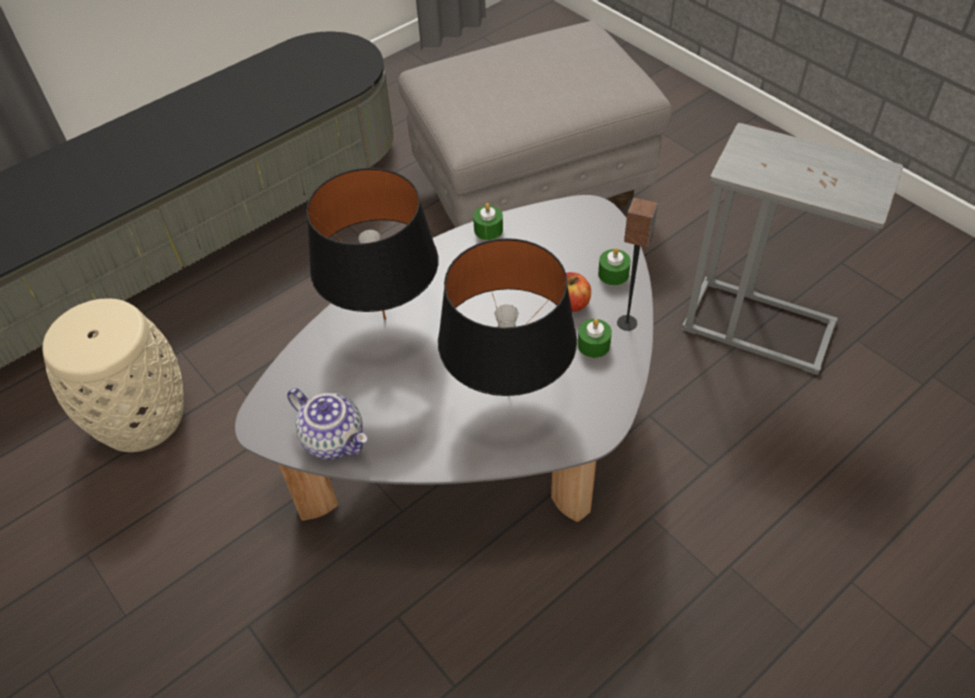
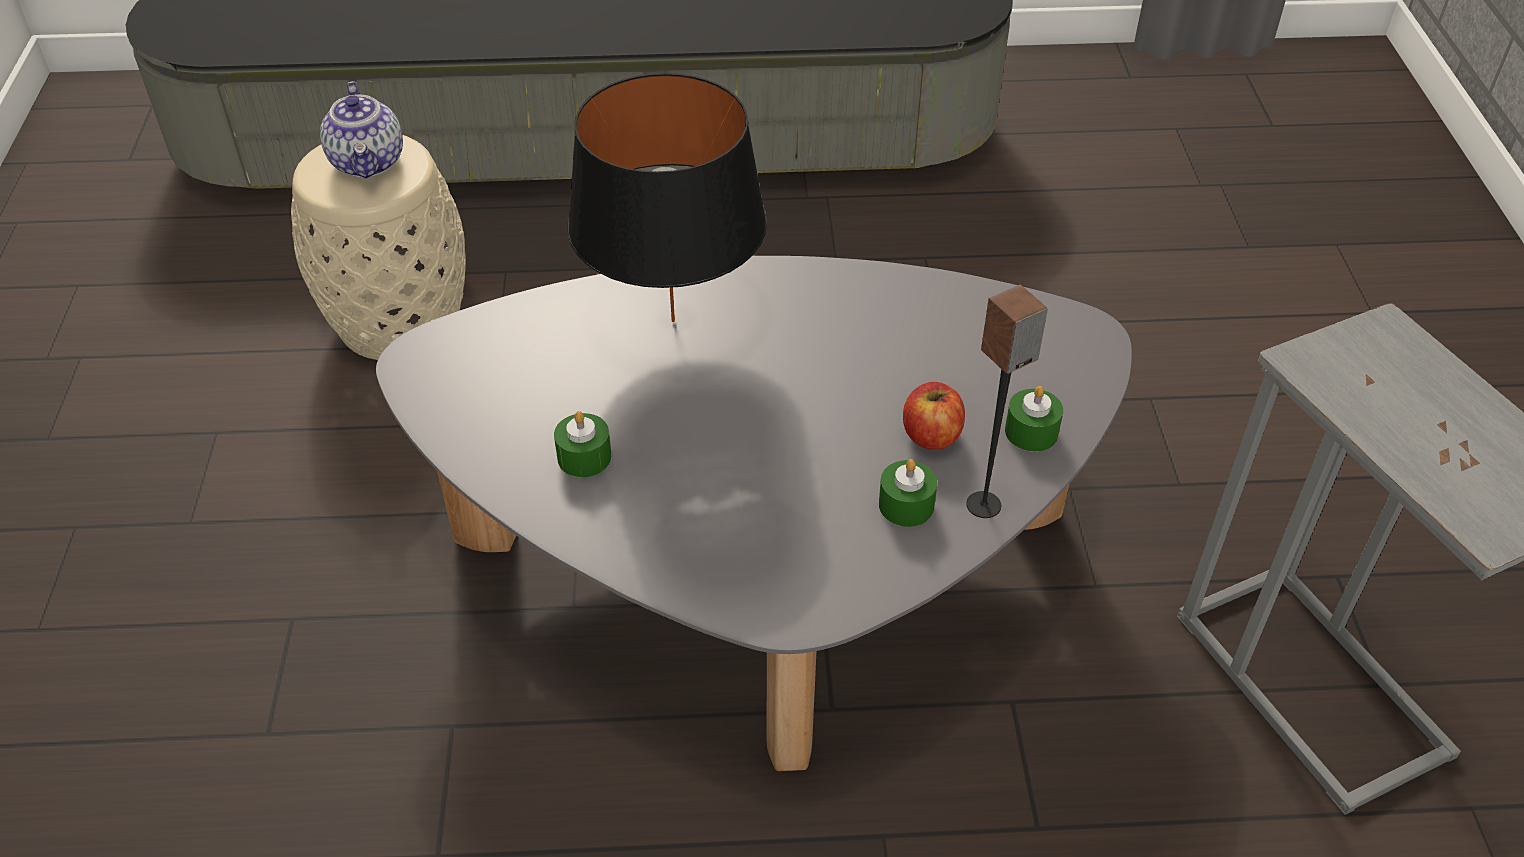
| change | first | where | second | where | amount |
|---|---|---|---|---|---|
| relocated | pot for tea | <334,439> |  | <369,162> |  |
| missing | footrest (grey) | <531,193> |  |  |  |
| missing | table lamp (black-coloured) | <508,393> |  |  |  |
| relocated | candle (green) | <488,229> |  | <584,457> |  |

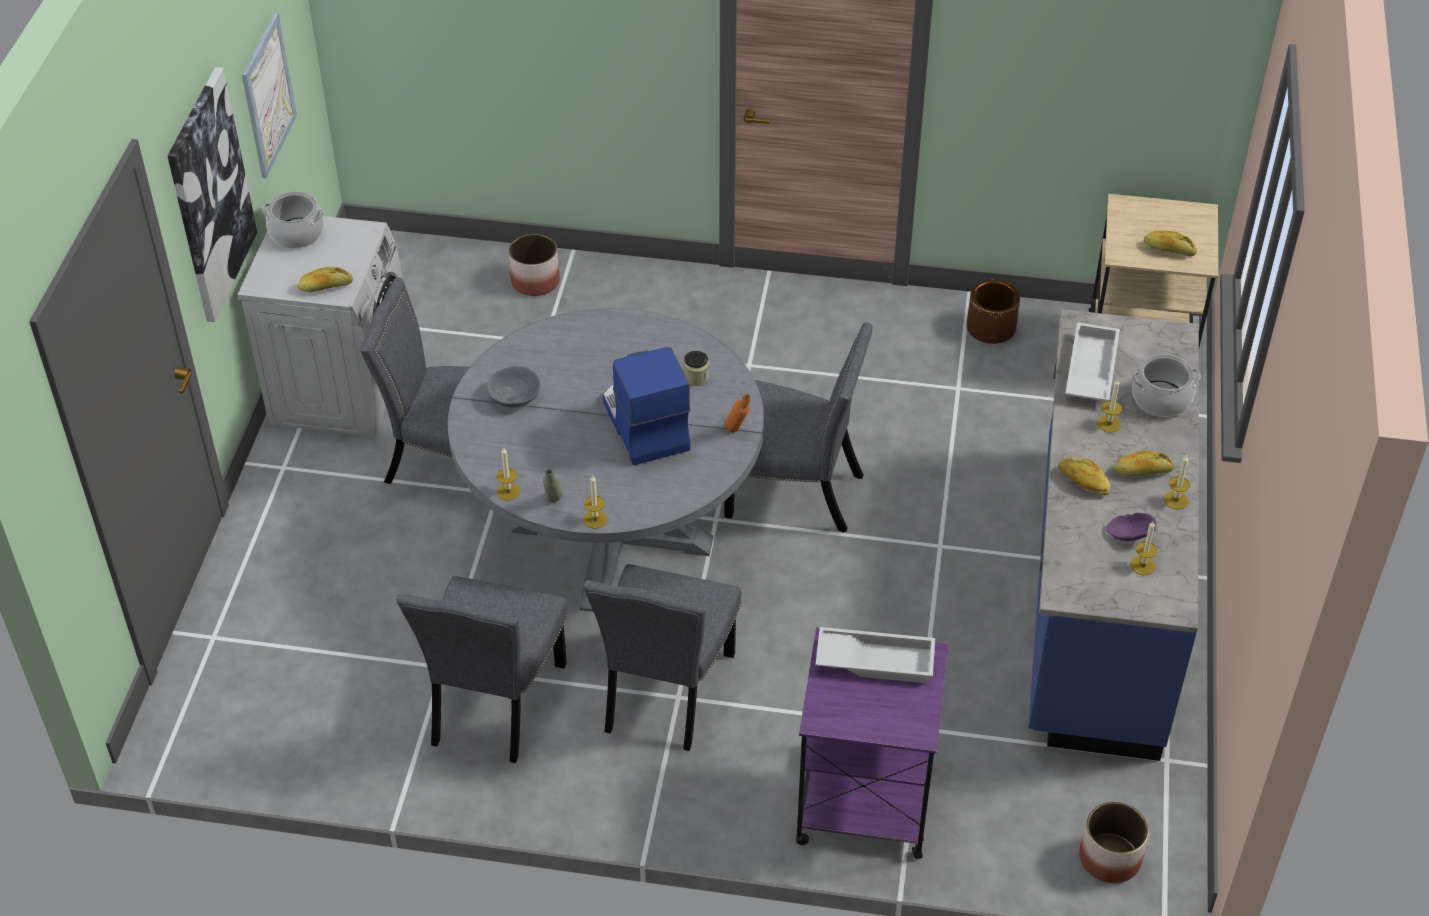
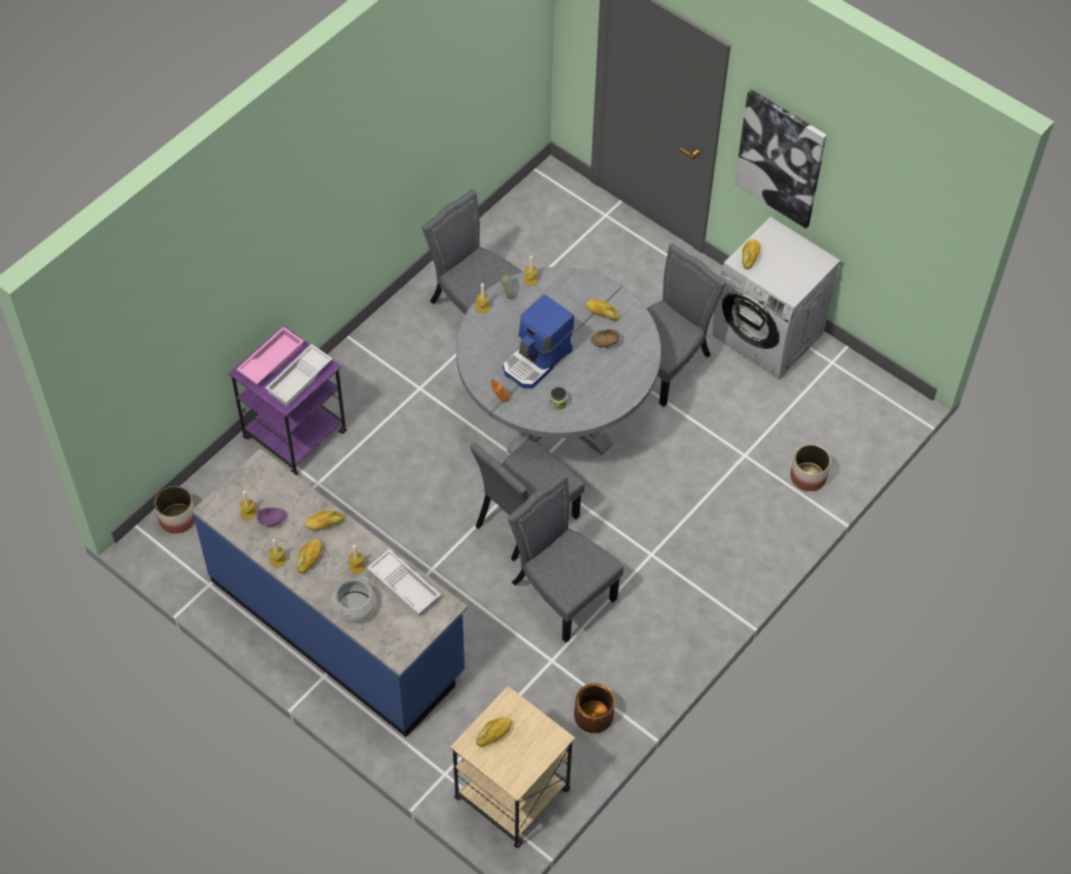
| change | first | where | second | where | amount |
|---|---|---|---|---|---|
| missing | picture | <268,95> |  |  |  |
| missing | stockpot | <297,233> |  |  |  |
| exchanged | serving bowl (grey) | <515,397> | bread | <602,313> |  |
| relocated | plain chair (grey) | <666,688> |  | <563,594> |  |
| spun | coffee brewer | <644,425> |  | <537,360> | 120 degrees clockwise |
| appeared |  |  | serving tray (pink-coloured) | <271,359> |  |
| appeared |  |  | serving bowl (brown-coloured) | <604,342> |  |

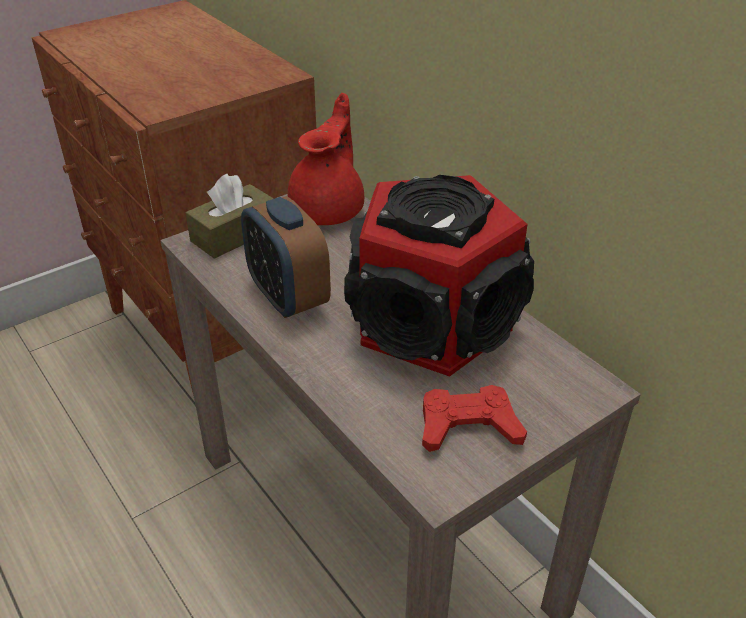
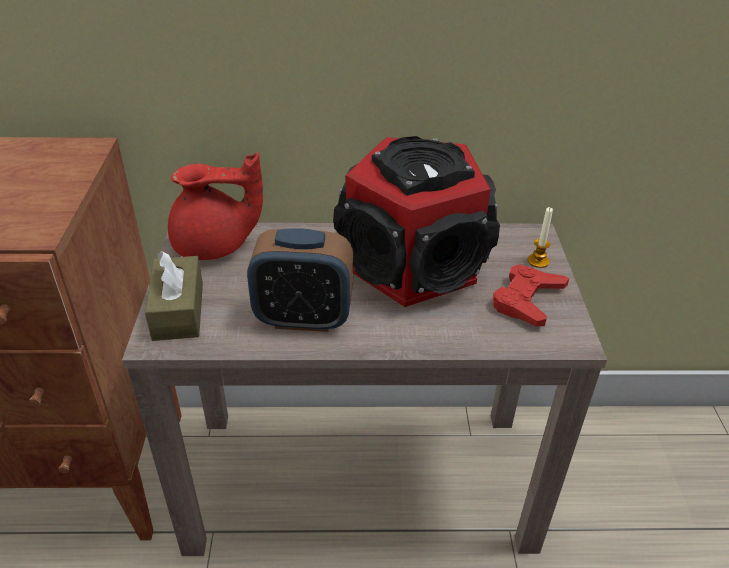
| change | first | where | second | where | amount |
|---|---|---|---|---|---|
| spun | pot for tea (reddish) | <329,210> |  | <215,246> | 120 degrees clockwise |
| appeared |  |  | candle | <538,261> |  |

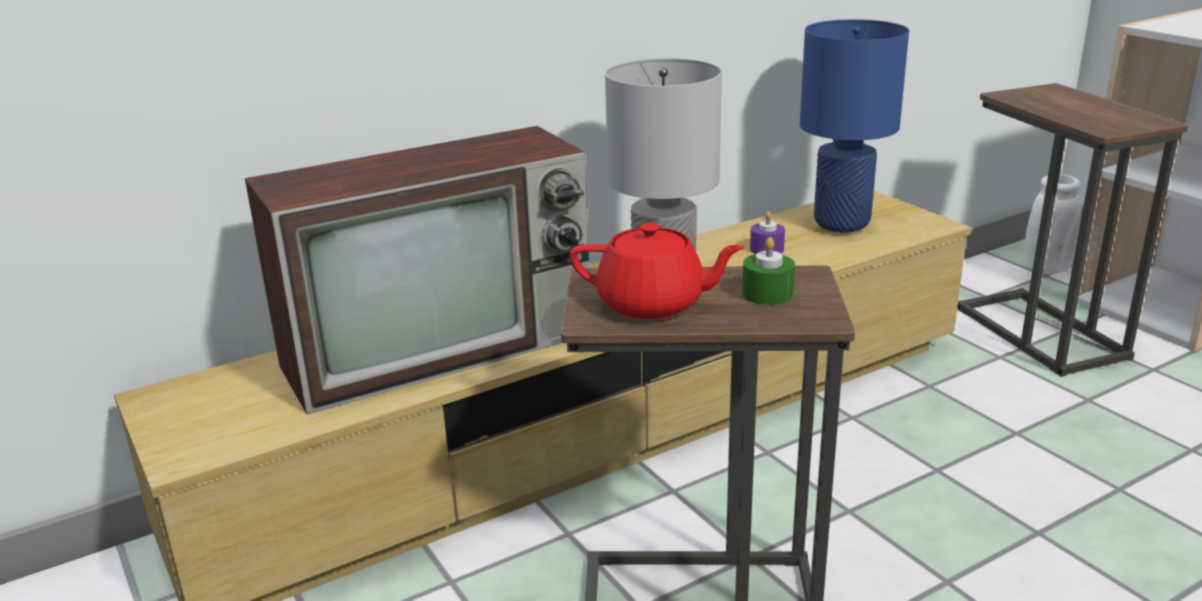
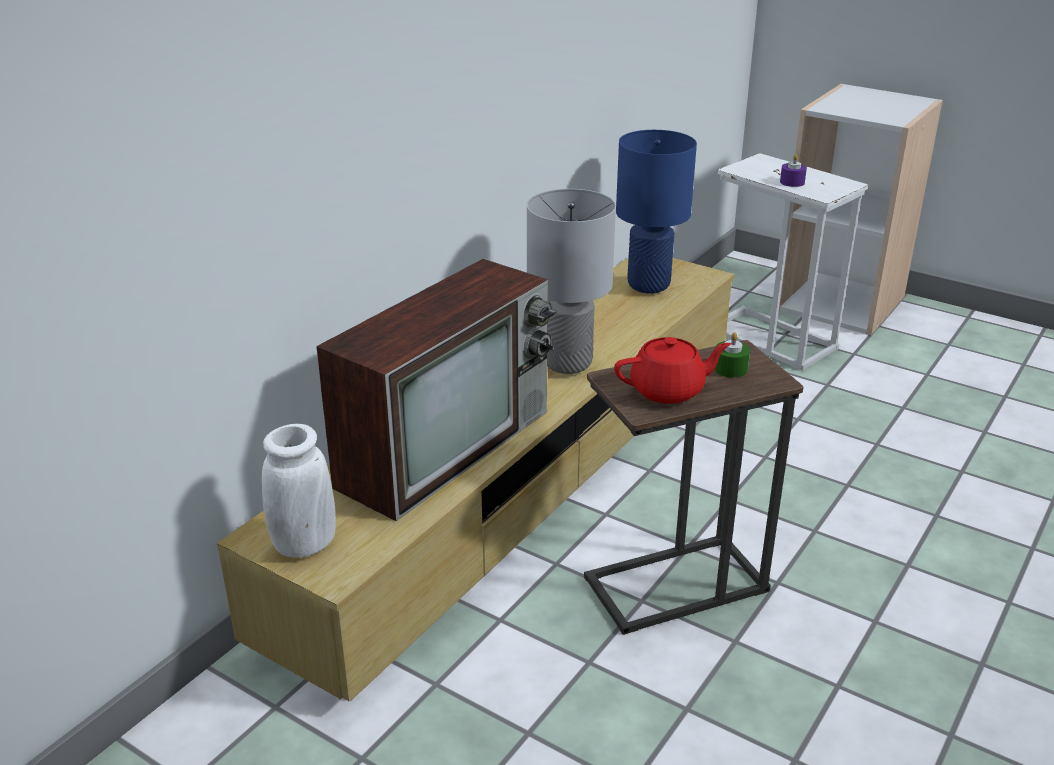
| change | first | where | second | where | amount |
|---|---|---|---|---|---|
| relocated | candle (purple-coloured) | <766,249> |  | <792,182> |  |
| colour | accent table (brown-coloured) | <1042,333> | accent table (white) | <772,339> |  |
| relocated | decorative vase (white) | <1046,269> |  | <304,544> |  |

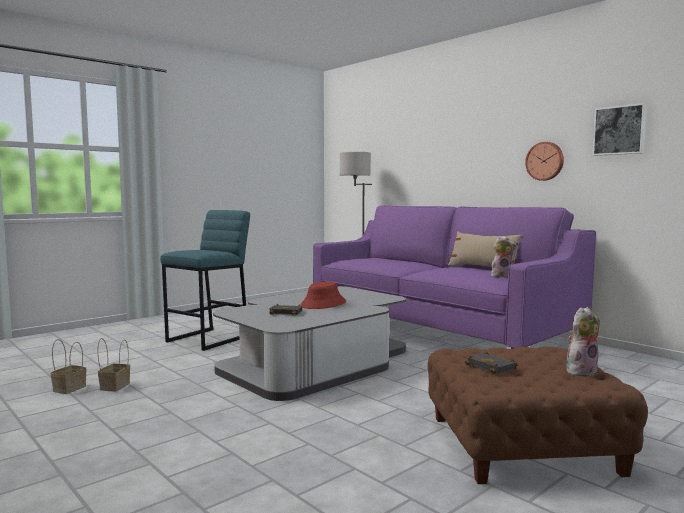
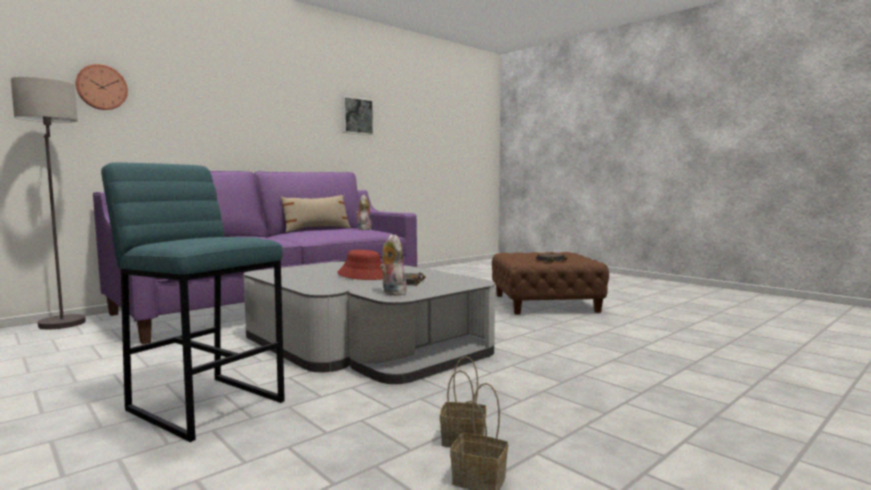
| change | first | where | second | where | amount |
|---|---|---|---|---|---|
| relocated | hanging clock | <545,161> |  | <101,87> |  |
| relocated | plush toy | <580,371> |  | <392,293> |  |

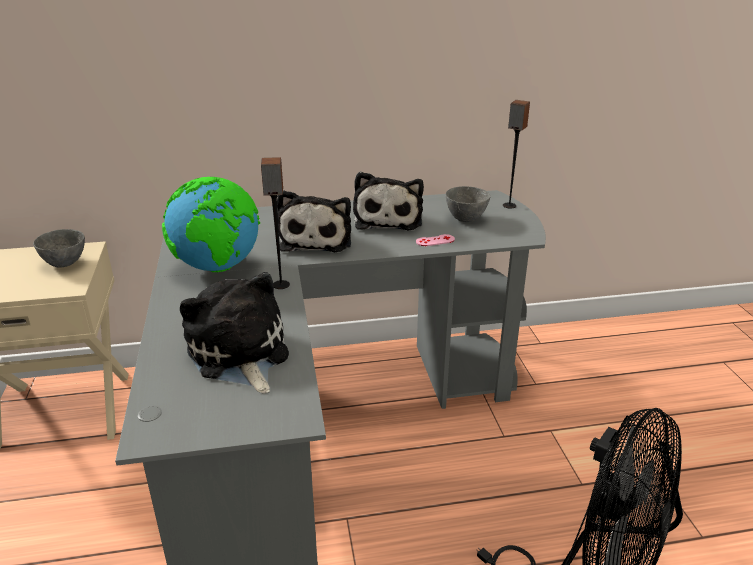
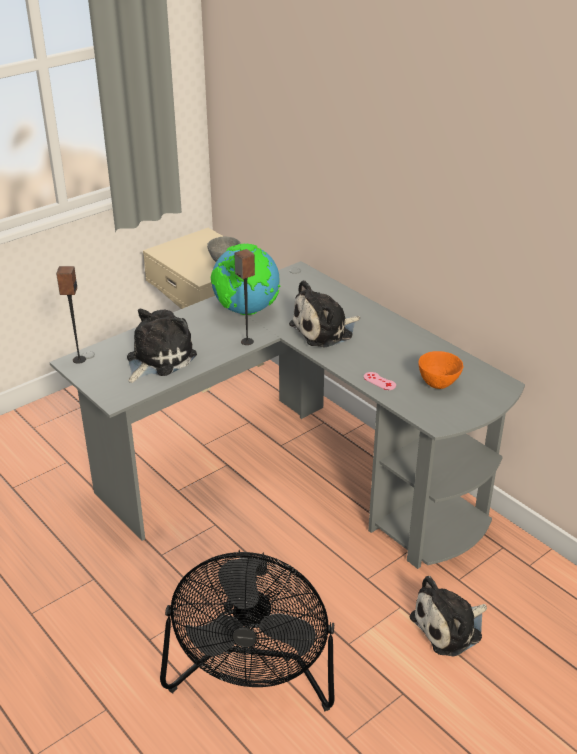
| change | first | where | second | where | amount |
|---|---|---|---|---|---|
| relocated | plush toy | <388,219> |  | <450,627> |  |
| colour | serving bowl (grey) | <465,219> | serving bowl (orange) | <438,384> |  |
| relocated | audio speaker | <509,206> |  | <79,359> |  |

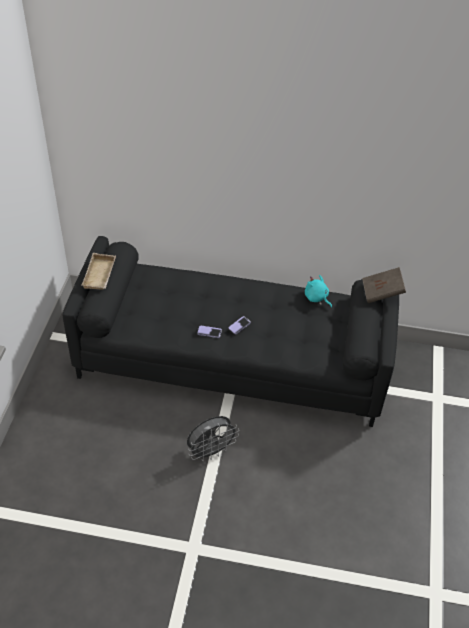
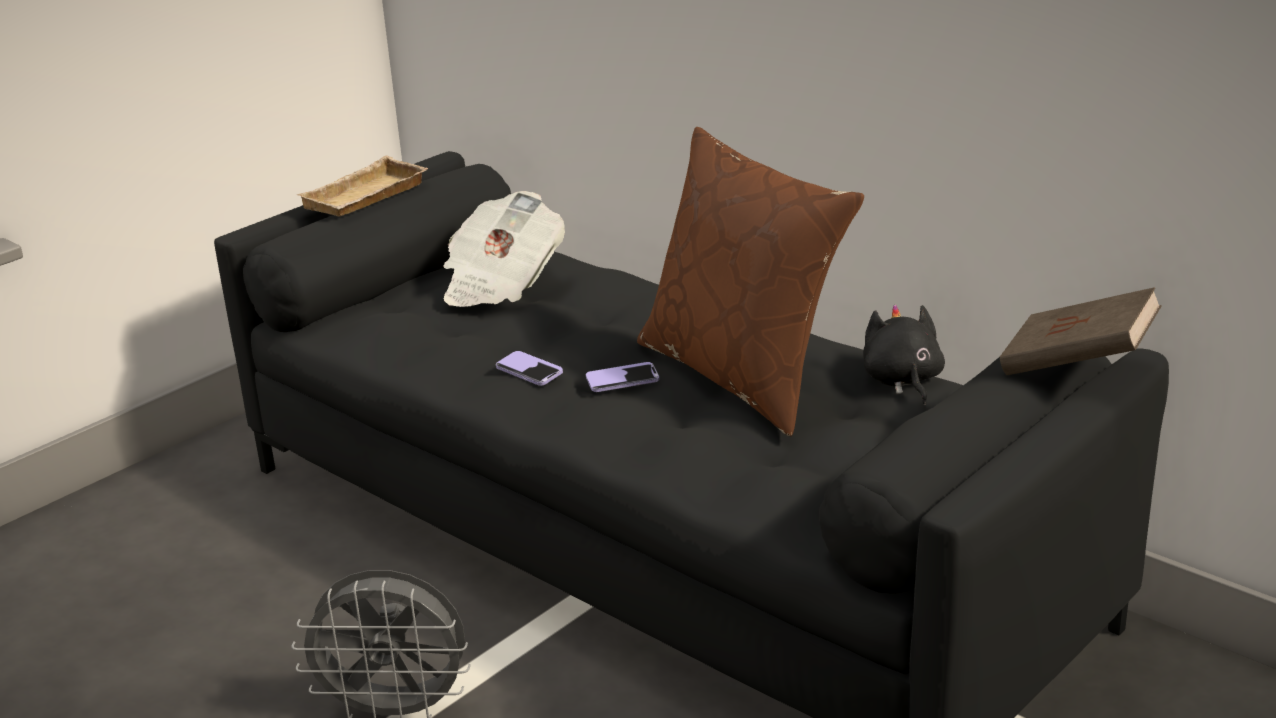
| change | first | where | second | where | amount |
|---|---|---|---|---|---|
| colour | plush toy (turquoise-coloured) | <317,298> | plush toy (black-coloured) | <902,381> |  |
| appeared |  |  | daily paper | <501,283> |  |
| appeared |  |  | pillow (brown-coloured) | <743,375> |  |

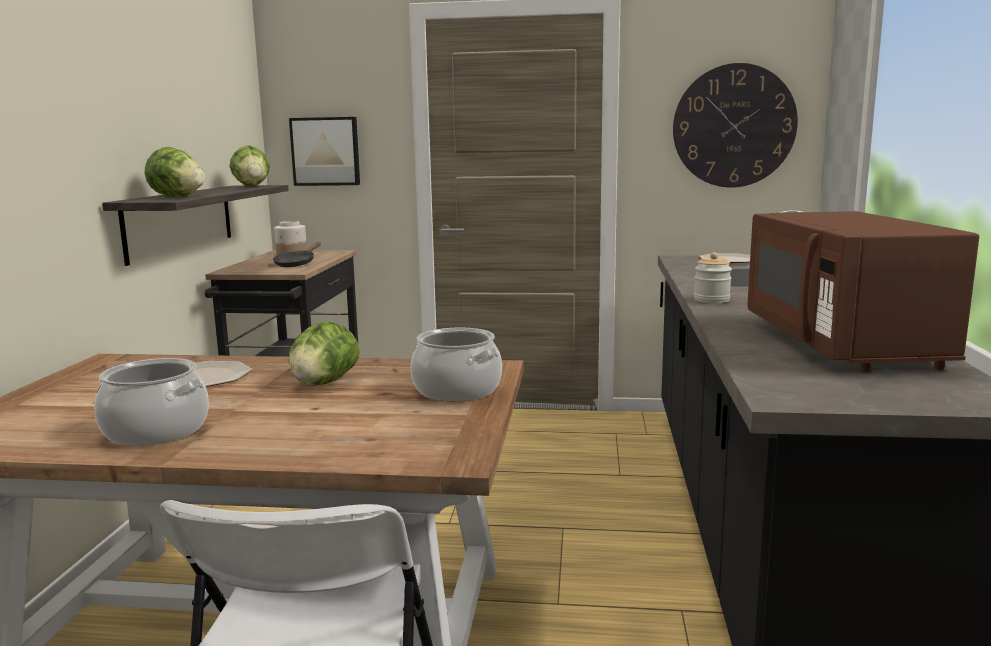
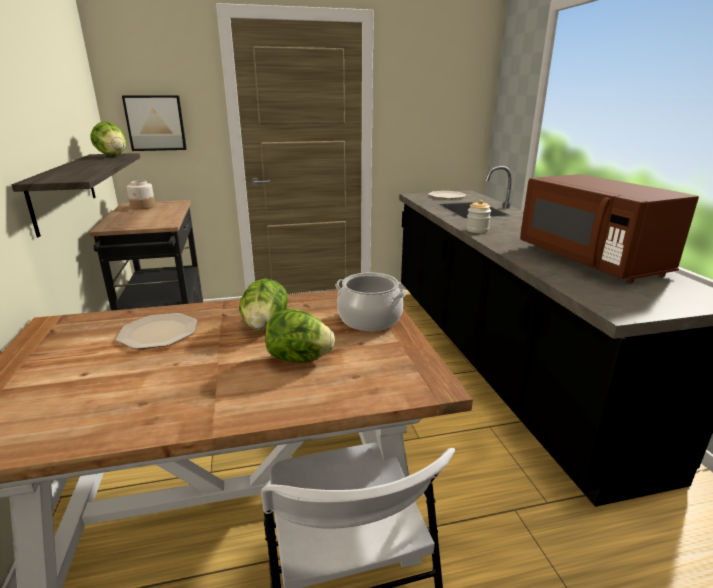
| change | first | where | second | where | amount |
|---|---|---|---|---|---|
| missing | stockpot | <157,430> |  |  |  |
| relocated | head of lettuce | <177,197> |  | <299,359> |  |
| missing | pan (black-coloured) | <297,264> |  |  |  |
| missing | hanging clock | <734,126> |  |  |  |

